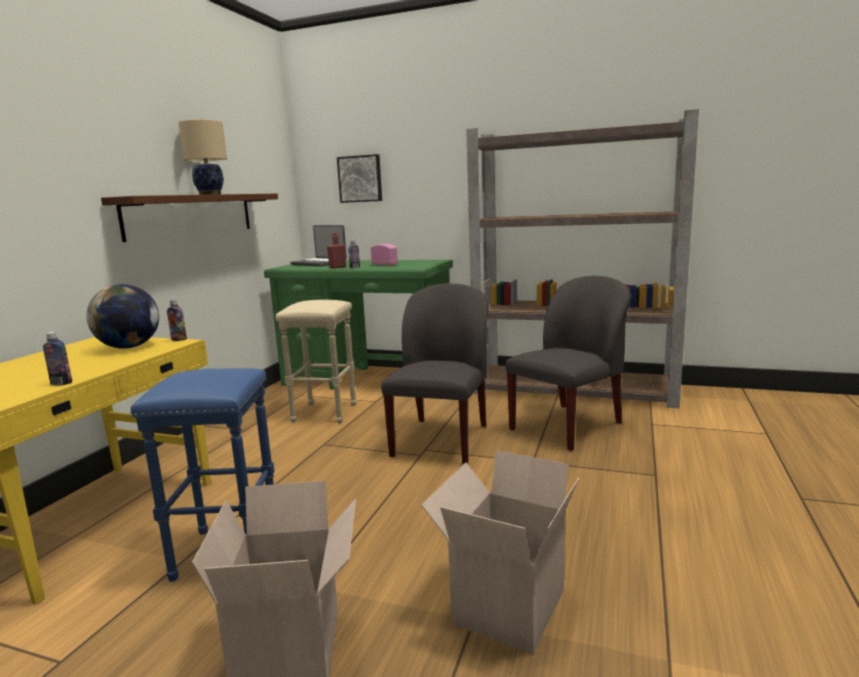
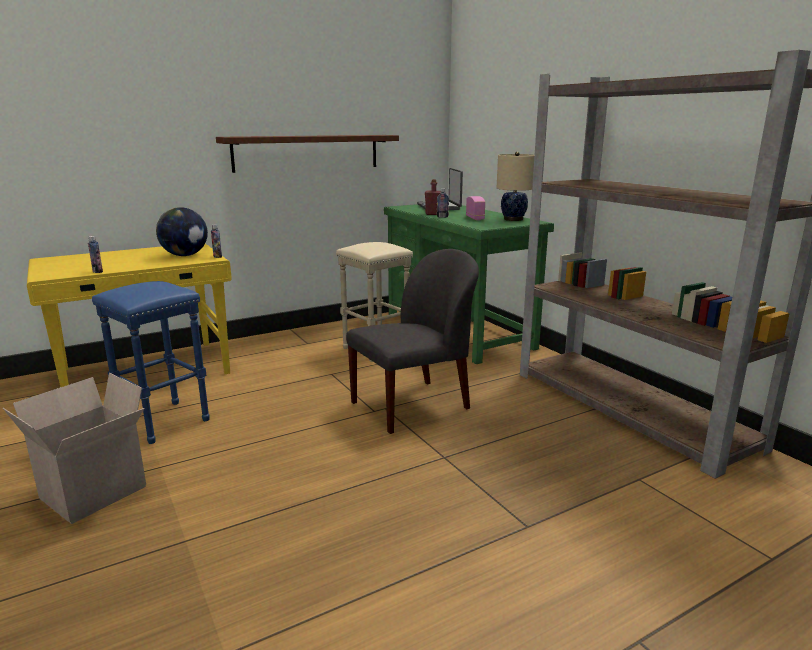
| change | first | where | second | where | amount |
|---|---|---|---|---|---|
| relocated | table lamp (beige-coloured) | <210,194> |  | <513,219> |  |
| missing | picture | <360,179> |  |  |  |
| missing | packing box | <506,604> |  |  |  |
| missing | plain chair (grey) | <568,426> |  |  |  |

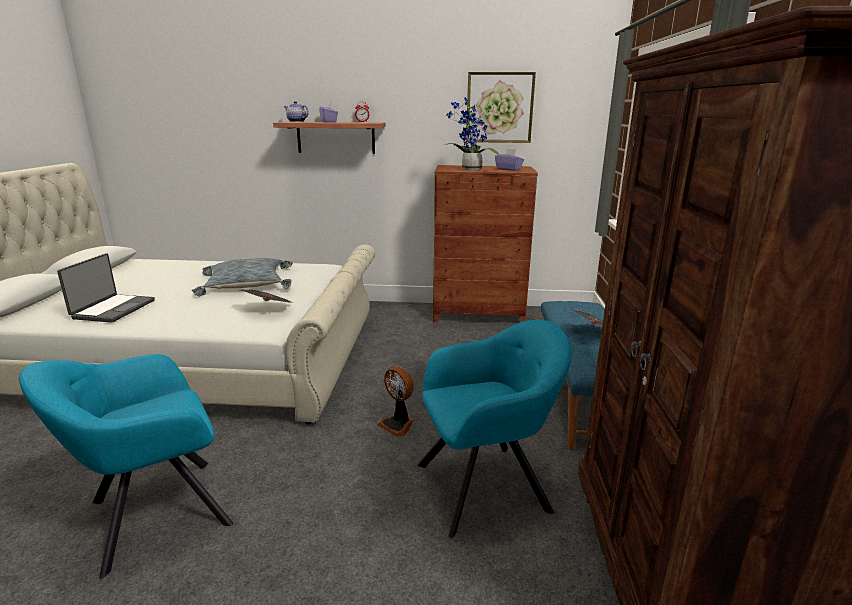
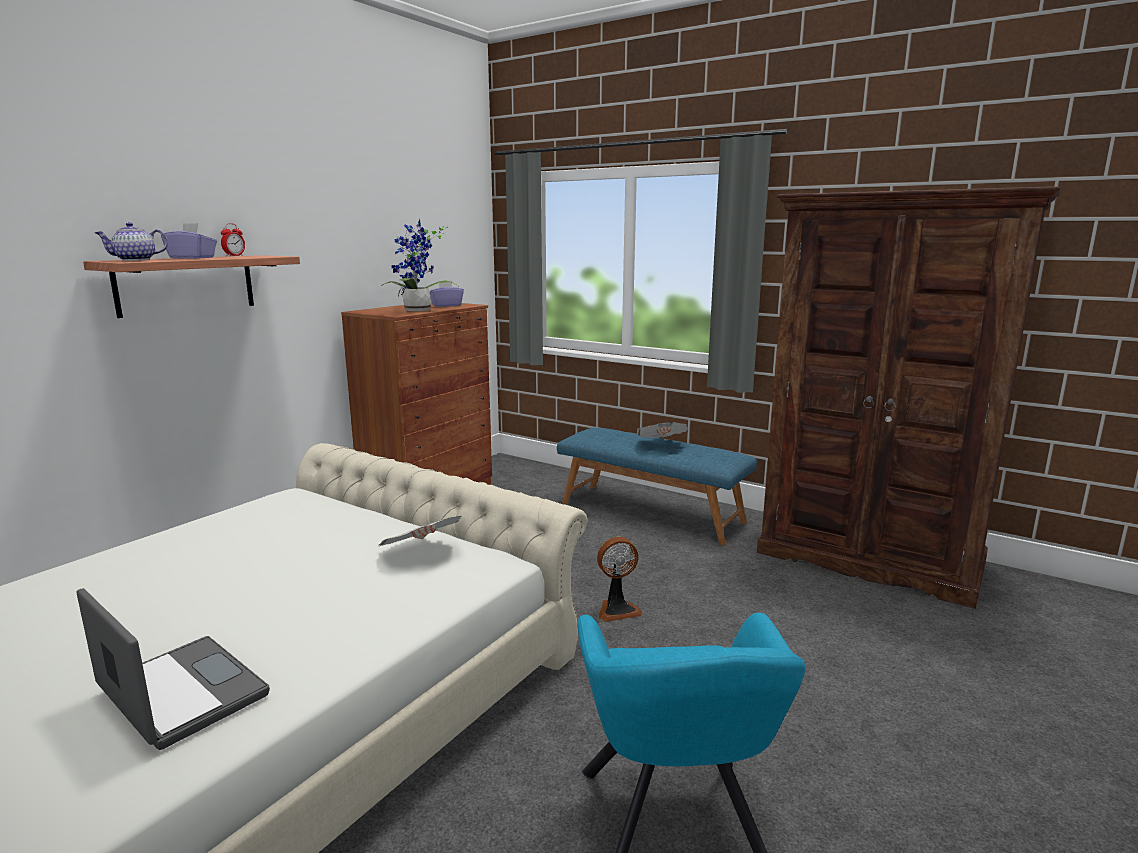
| change | first | where | second | where | amount |
|---|---|---|---|---|---|
| missing | pillow | <247,282> |  |  |  |
| missing | armchair (turquoise-coloured) | <487,485> |  |  |  |
| missing | picture | <499,108> |  |  |  |

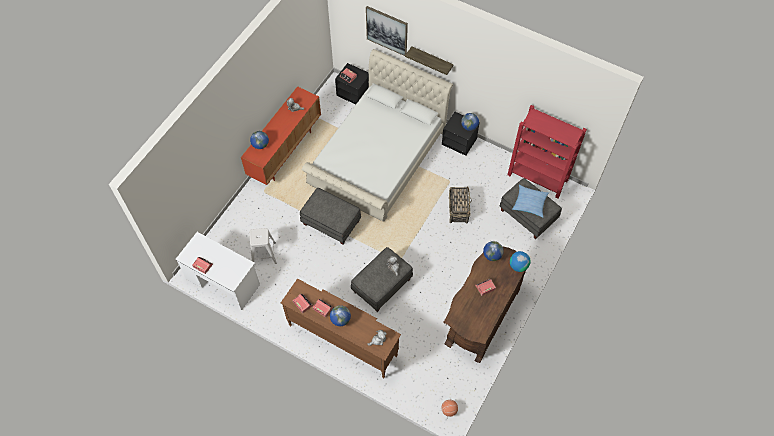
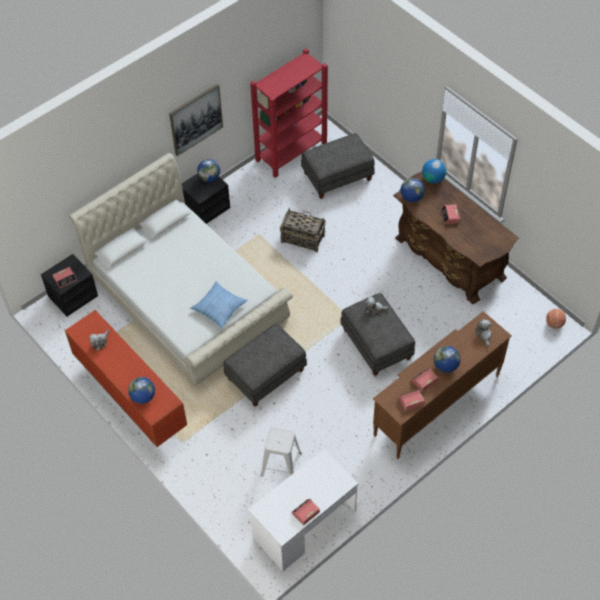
| change | first | where | second | where | amount |
|---|---|---|---|---|---|
| relocated | picture | <387,30> |  | <196,119> |  |
| missing | wall shelf | <432,59> |  |  |  |
| relocated | pillow | <530,203> |  | <219,308> |  |

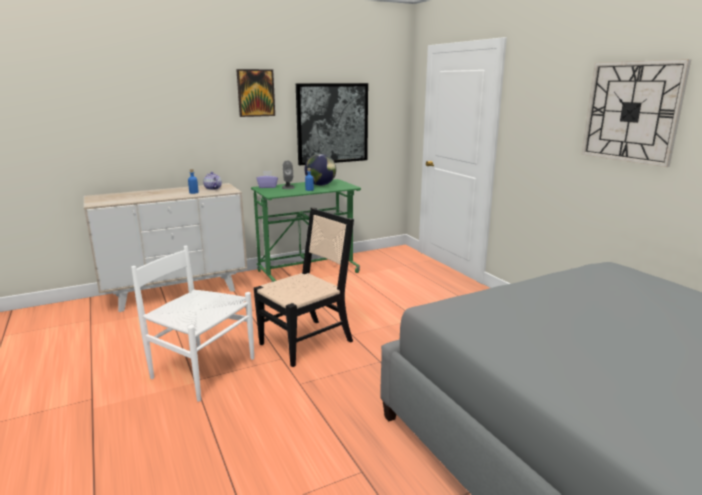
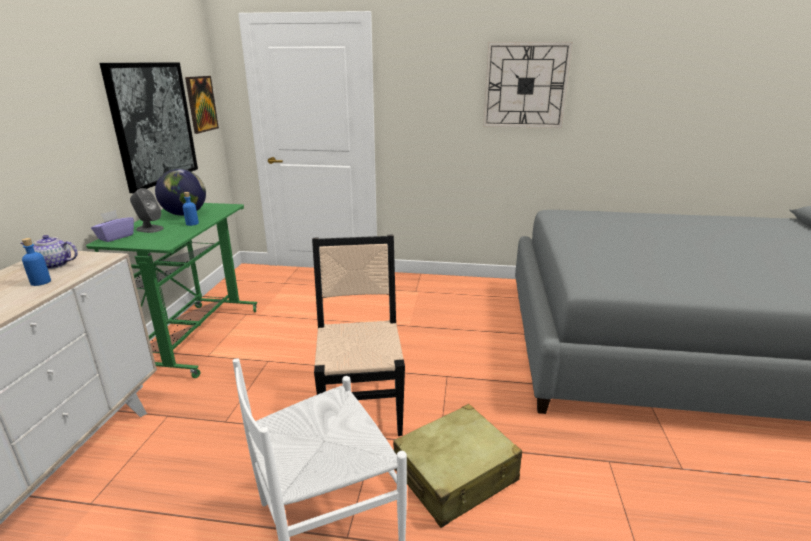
| change | first | where | second | where | amount |
|---|---|---|---|---|---|
| relocated | picture | <256,93> |  | <201,104> |  |
| appeared |  |  | travel case (beige-coloured) | <456,475> |  |

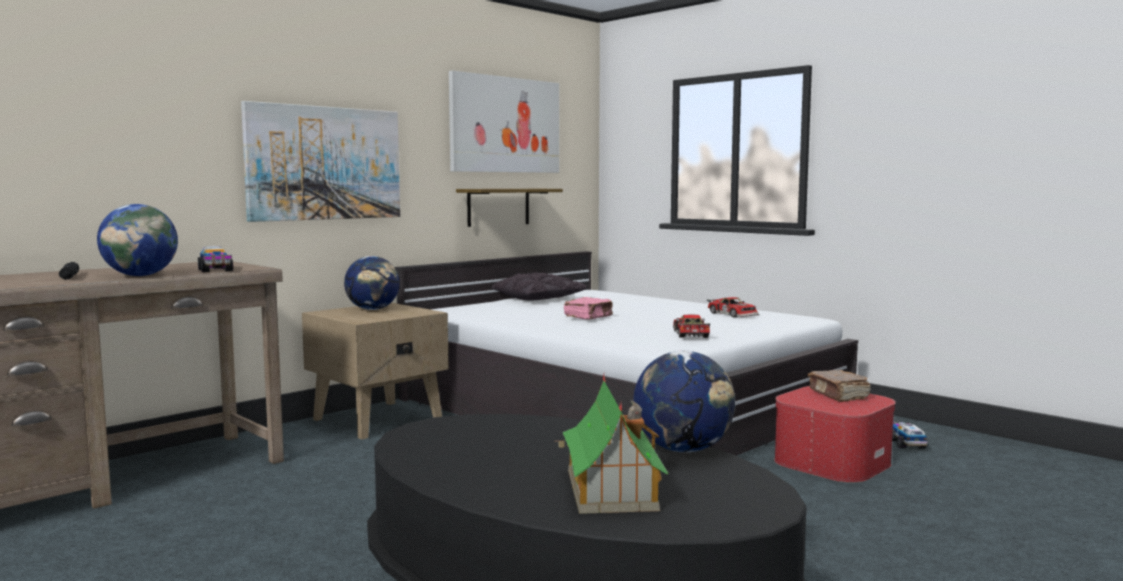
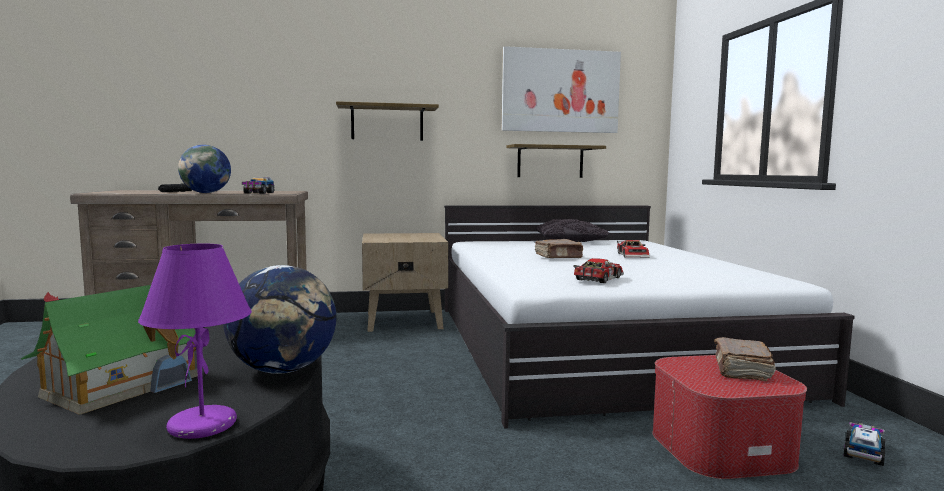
| change | first | where | second | where | amount |
|---|---|---|---|---|---|
| exchanged | picture | <324,163> | wall shelf | <387,123> |  |
| missing | globe | <373,309> |  |  |  |
| colour | bound book (pink-coloured) | <589,317> | bound book (brown-coloured) | <559,257> |  |
| relocated | miniature car | <733,314> |  | <633,255> |  |
| appeared |  |  | table lamp (purple-coloured) | <203,426> |  |

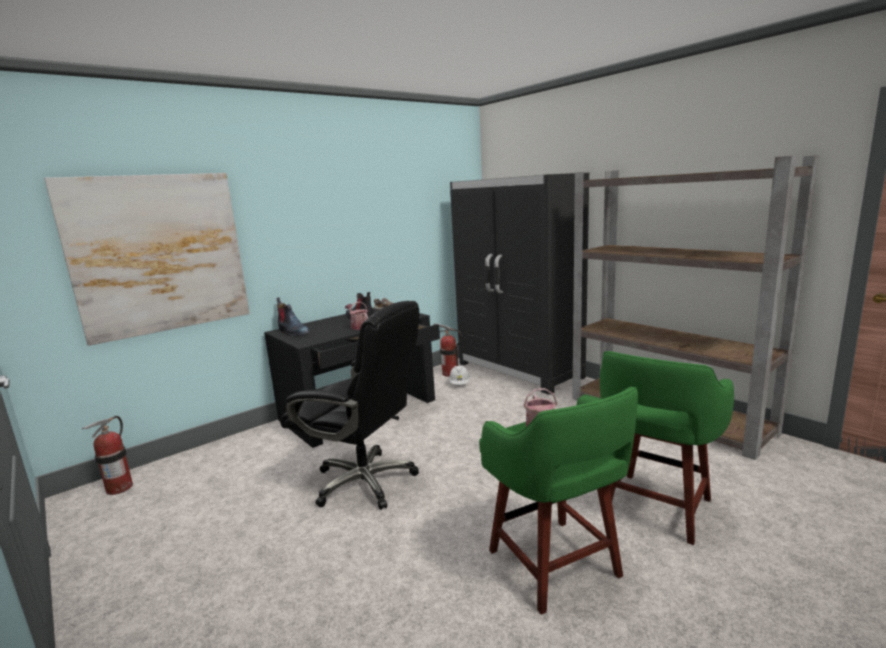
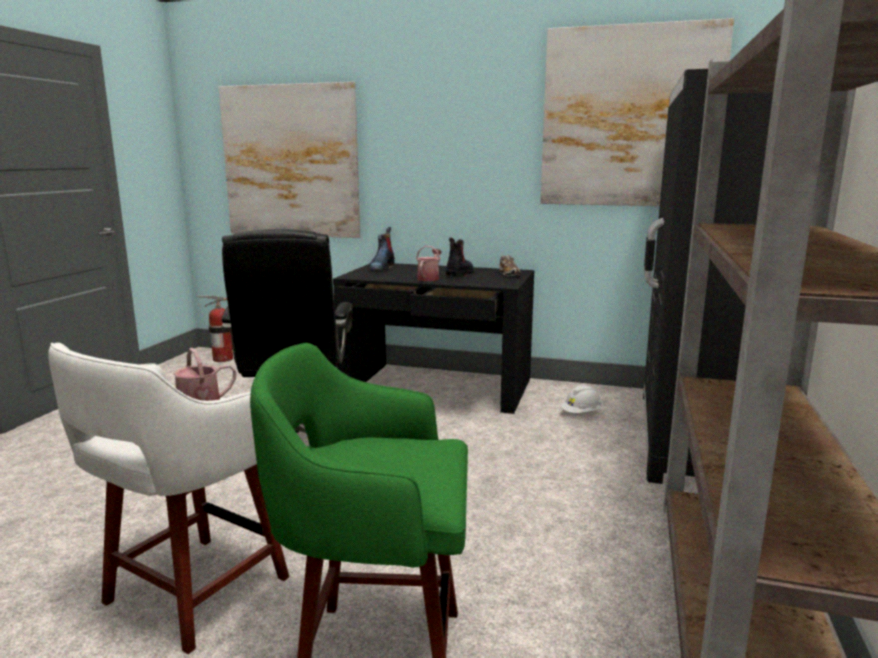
| change | first | where | second | where | amount |
|---|---|---|---|---|---|
| missing | fire-fighting cylinder | <449,374> |  |  |  |
| colour | stool (green) | <556,566> | stool (white) | <192,593> |  |
| appeared |  |  | picture | <630,118> |  |

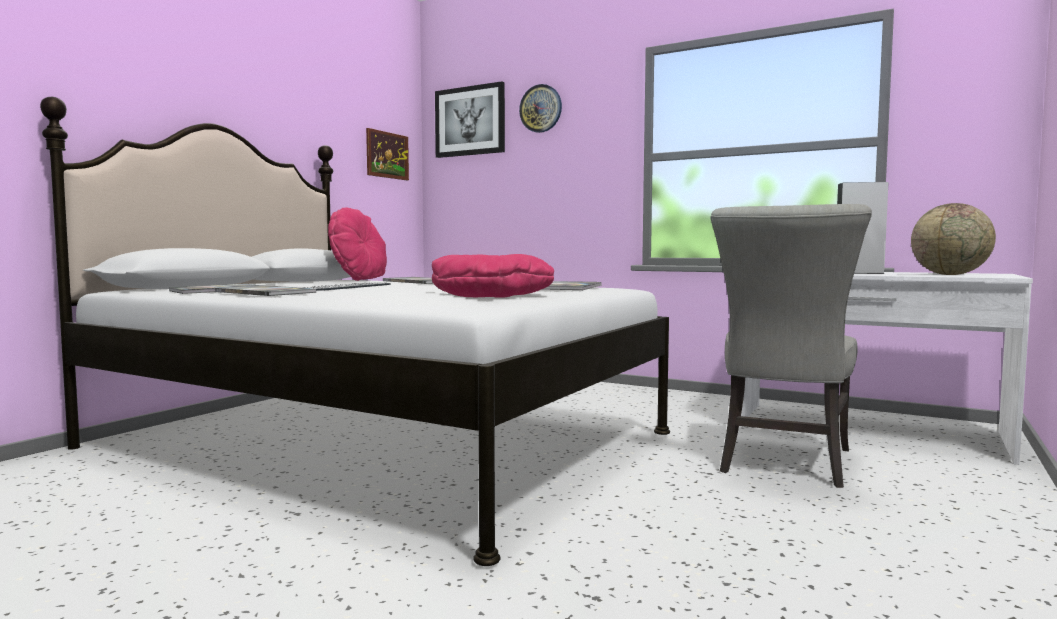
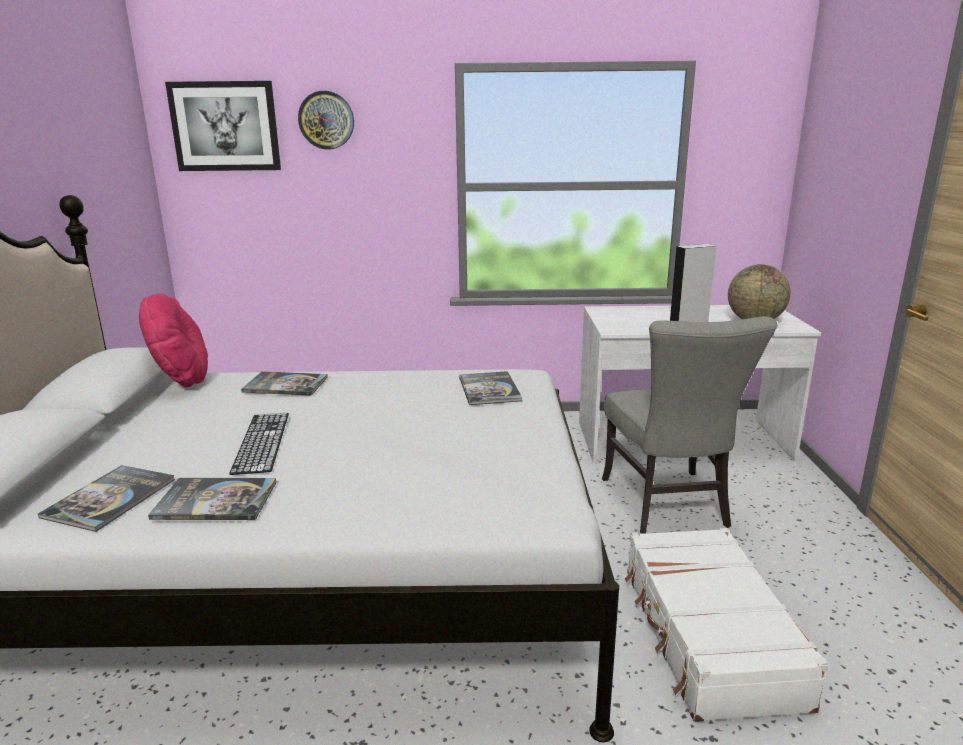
| change | first | where | second | where | amount |
|---|---|---|---|---|---|
| missing | picture | <387,155> |  |  |  |
| missing | pillow (pink-coloured) | <490,295> |  |  |  |
| appeared |  |  | travel case (white) | <708,635> |  |

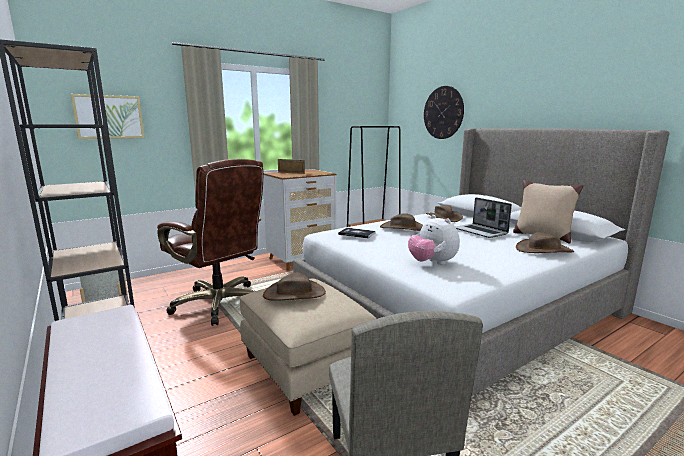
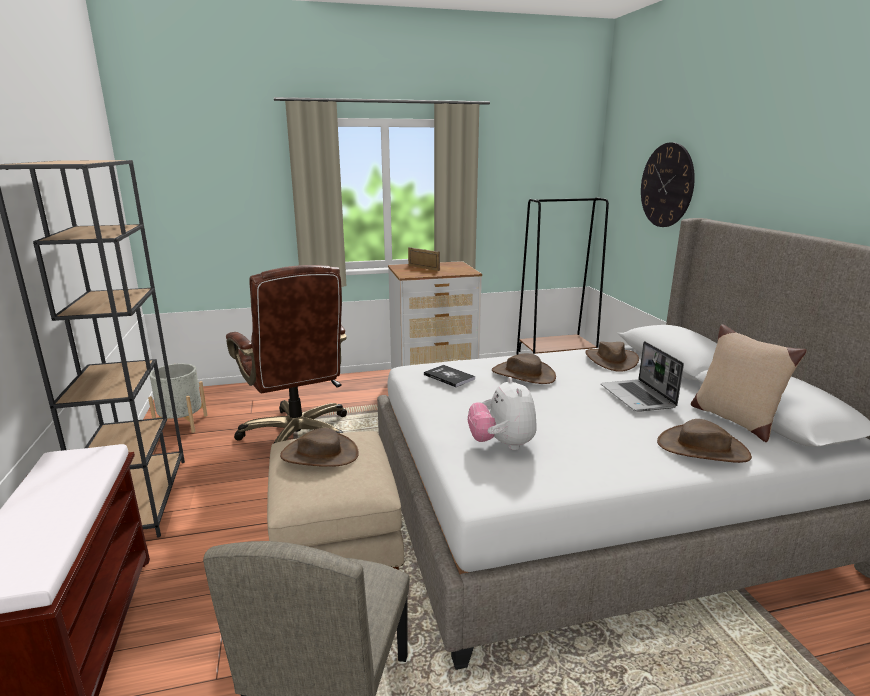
| change | first | where | second | where | amount |
|---|---|---|---|---|---|
| missing | picture | <109,117> |  |  |  |

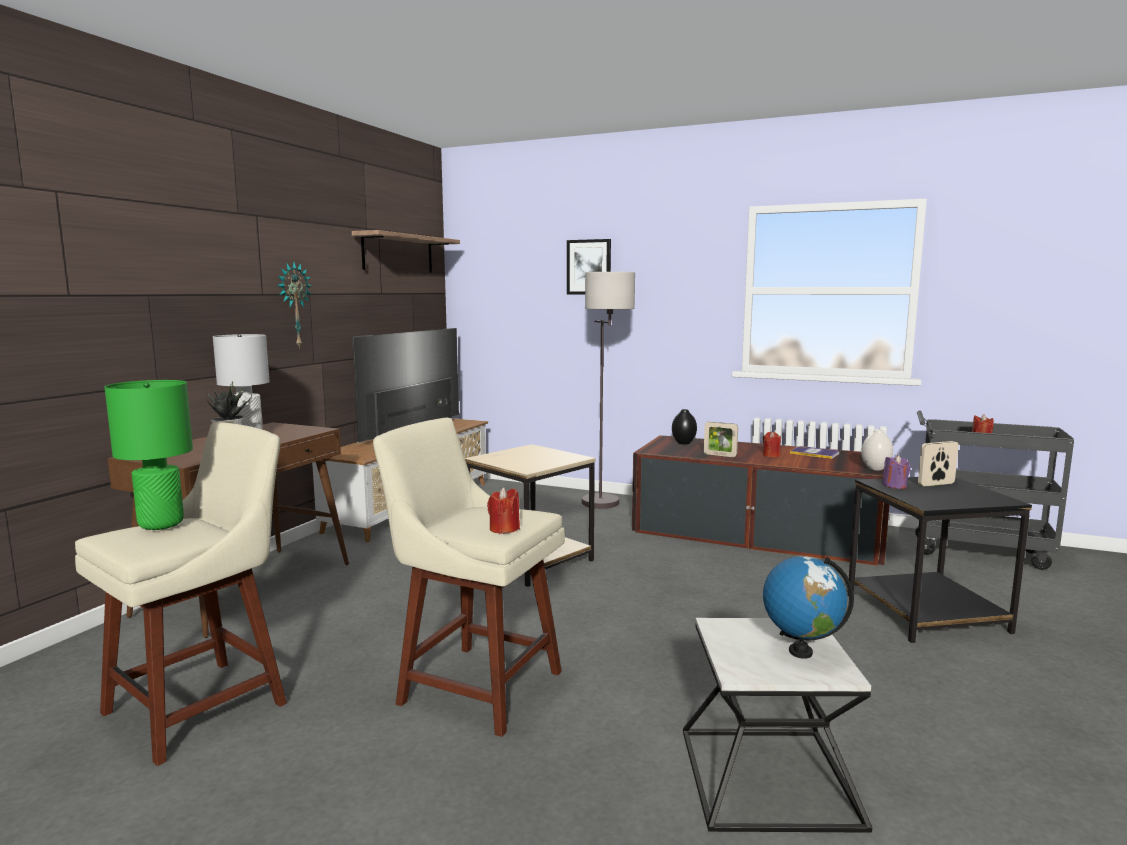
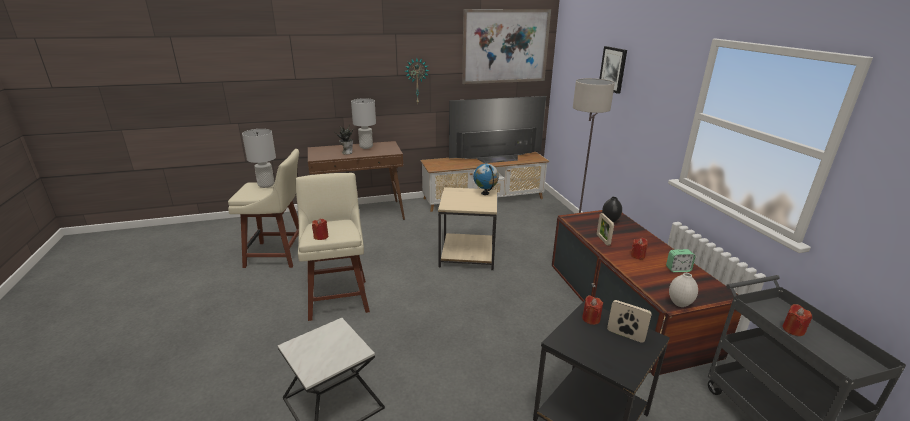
| change | first | where | second | where | amount |
|---|---|---|---|---|---|
| colour | table lamp (green) | <161,527> | table lamp (grey) | <266,186> |  |
| exchanged | wall shelf | <398,253> | picture | <506,46> |  |
| relocated | globe | <800,651> |  | <485,193> |  |
| exchanged | bound book | <814,453> | alarm clock | <678,269> |  |
| colour | candle (purple-coloured) | <894,486> | candle (reddish) | <591,319> |  |

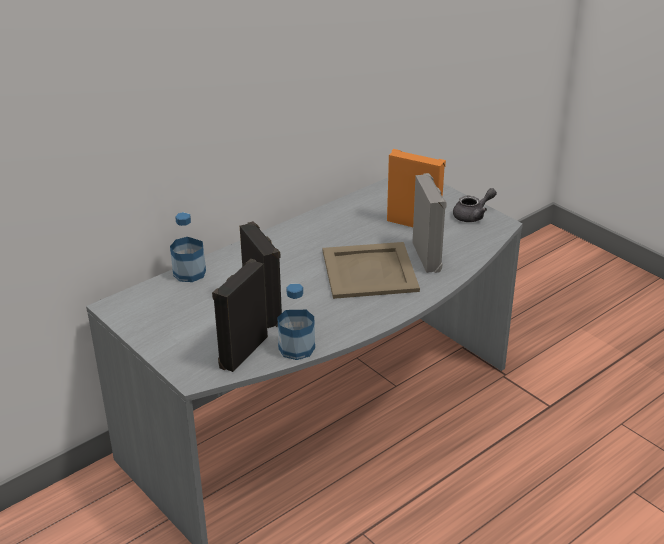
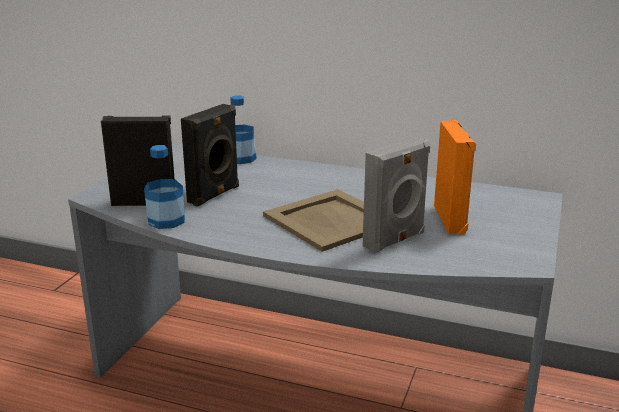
| change | first | where | second | where | amount |
|---|---|---|---|---|---|
| missing | pot for tea (grey) | <473,215> |  |  |  |

